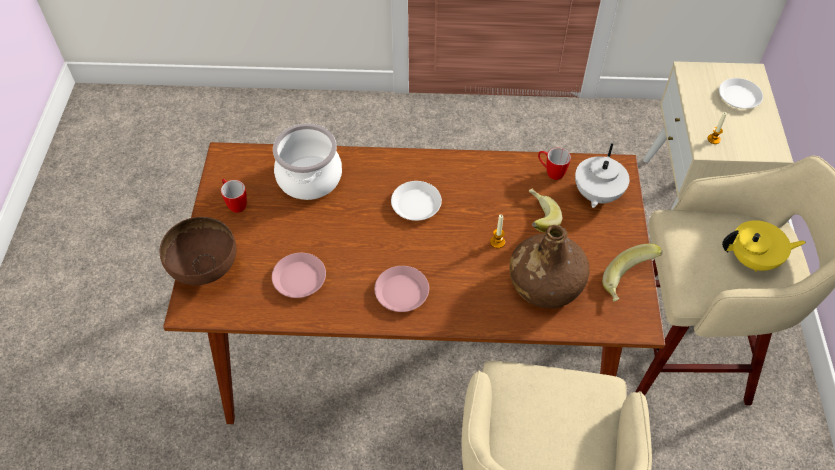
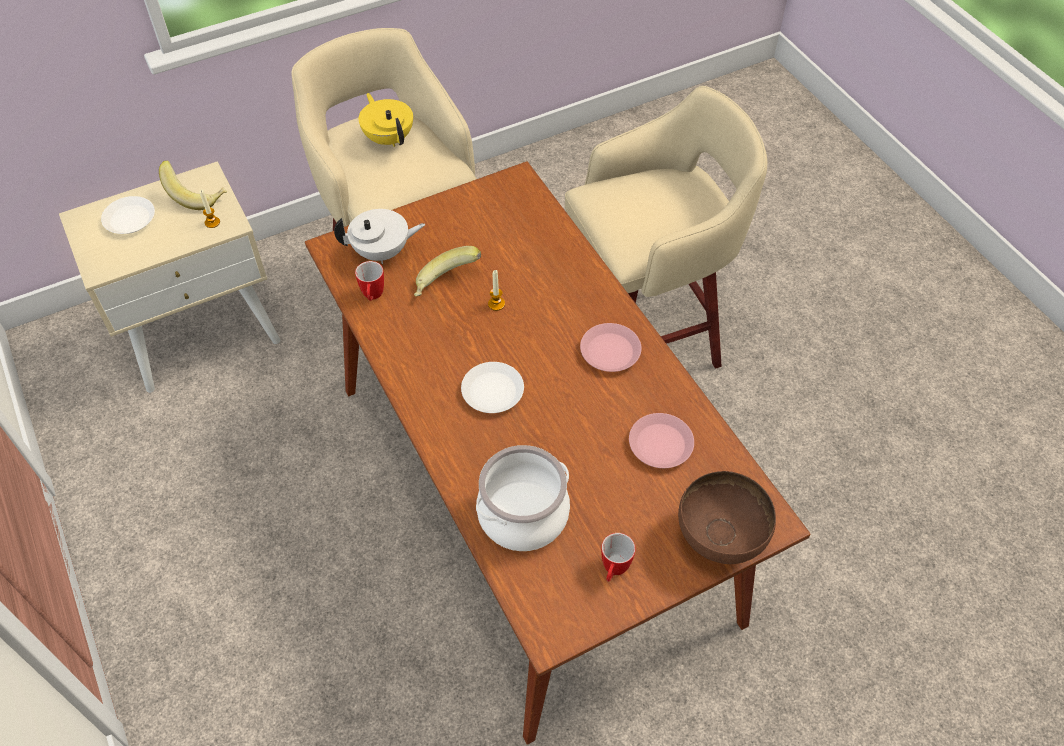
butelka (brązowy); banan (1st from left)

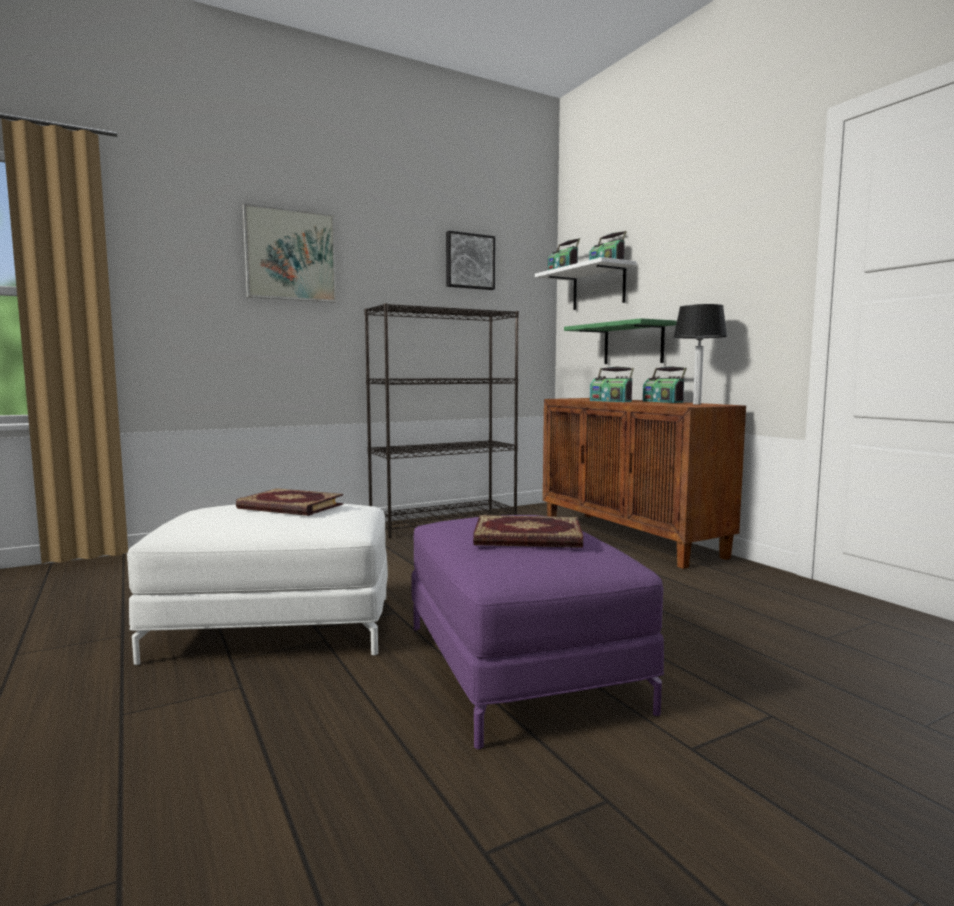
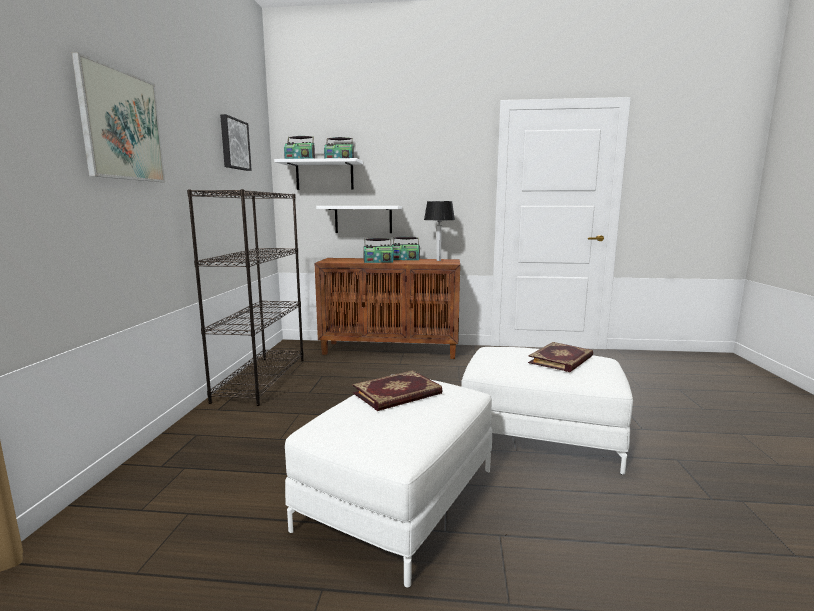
półka (biały) (2nd from left); pufa (biały) (2nd from left)

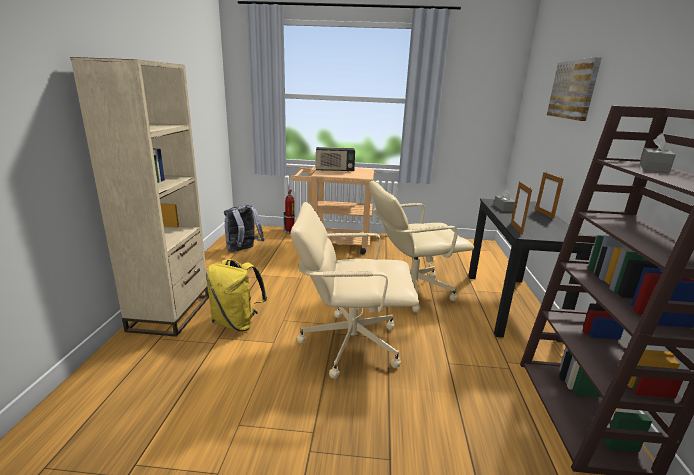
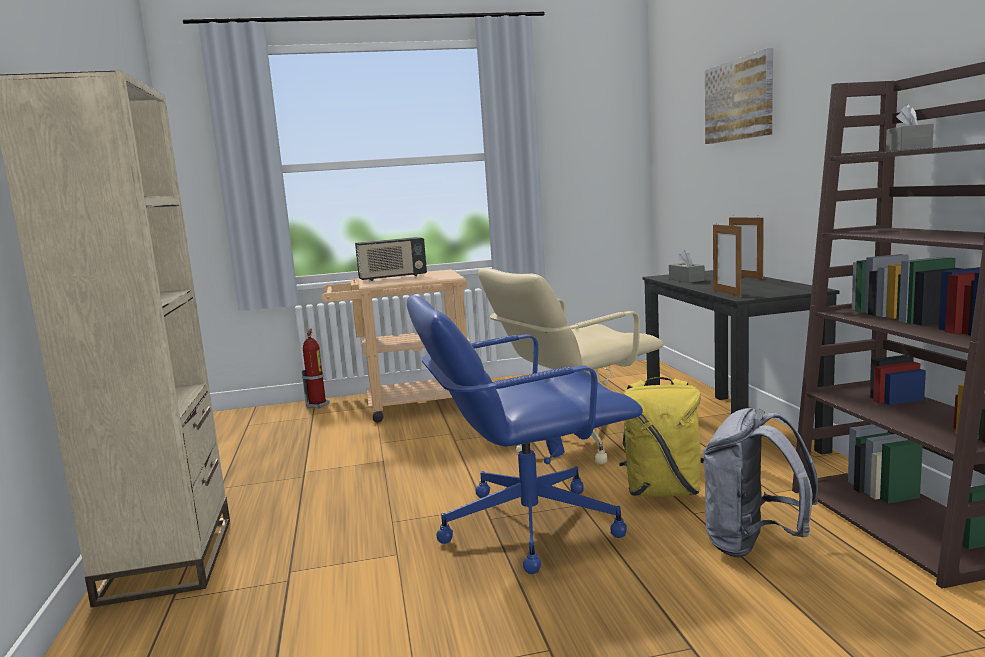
krzesło biurowe (niebieski); plecak (szary); plecak (żółty)

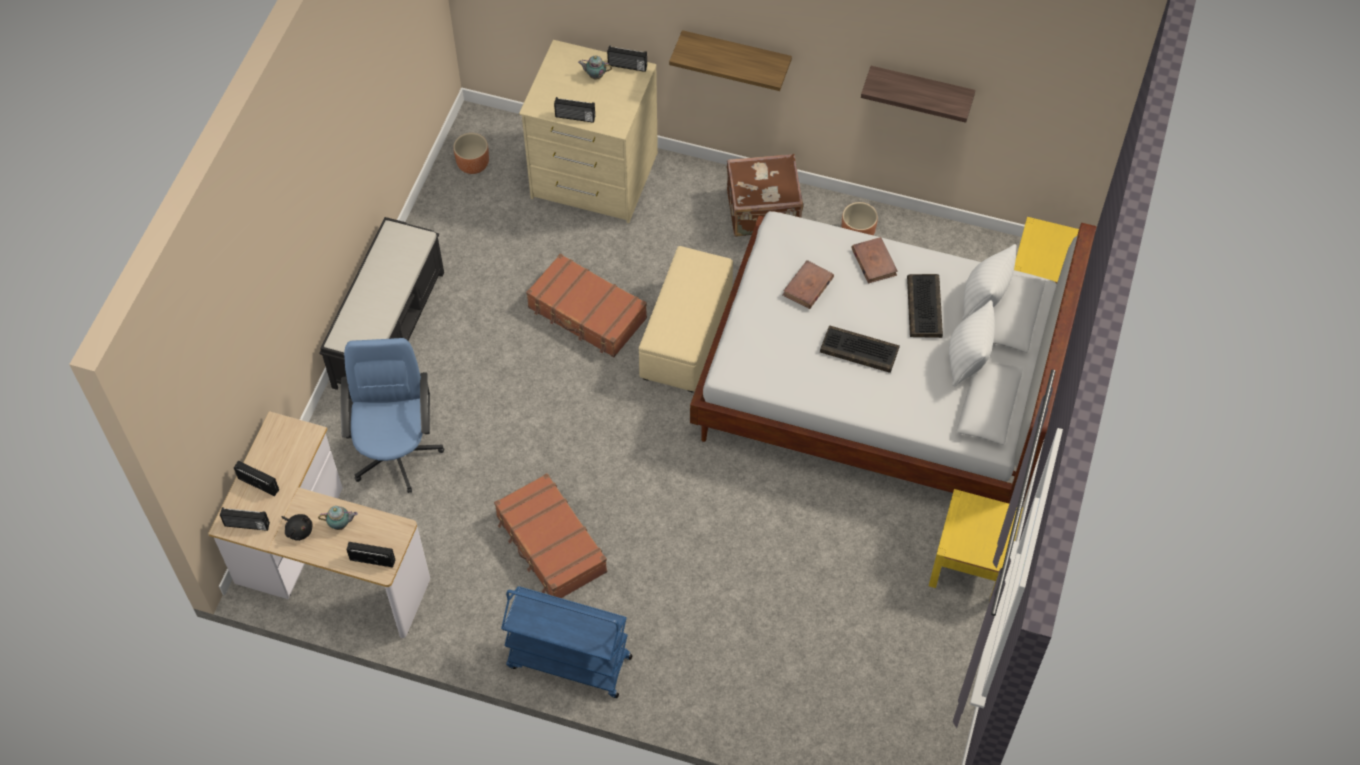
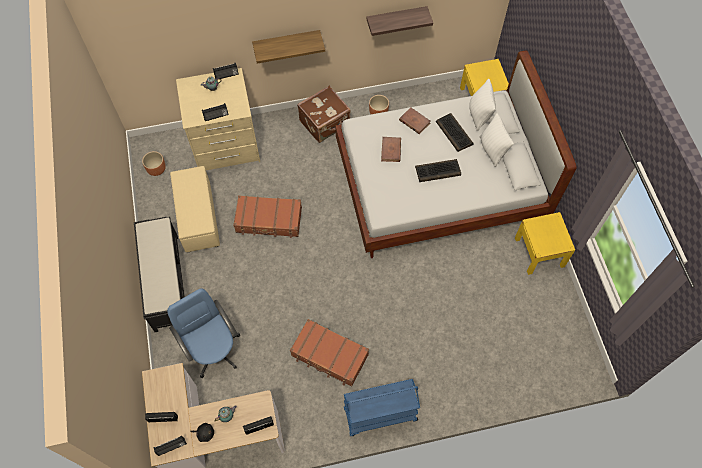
pufa (beżowy)

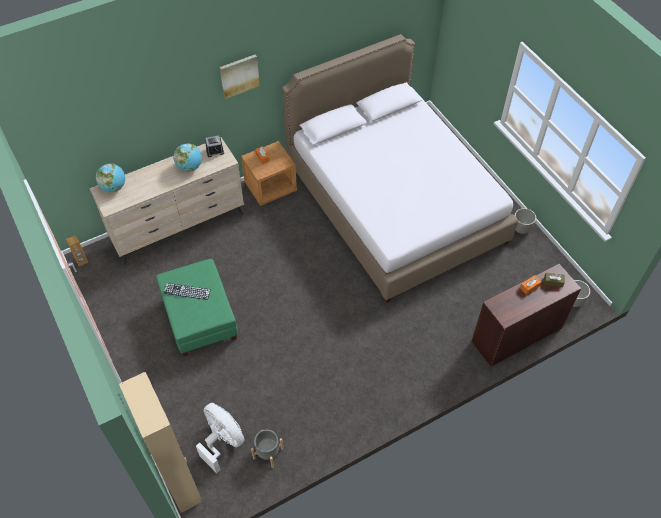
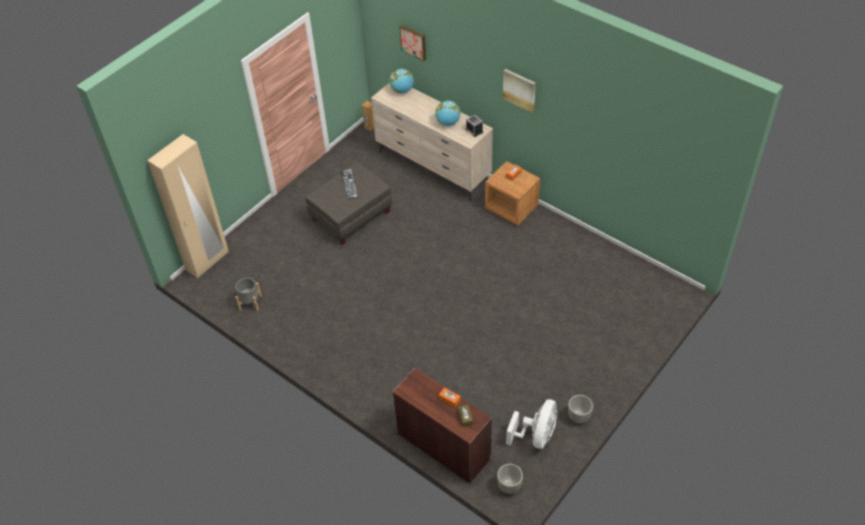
łóżko (biały); pufa (szary); wentylator (biały); obraz (1st from left)

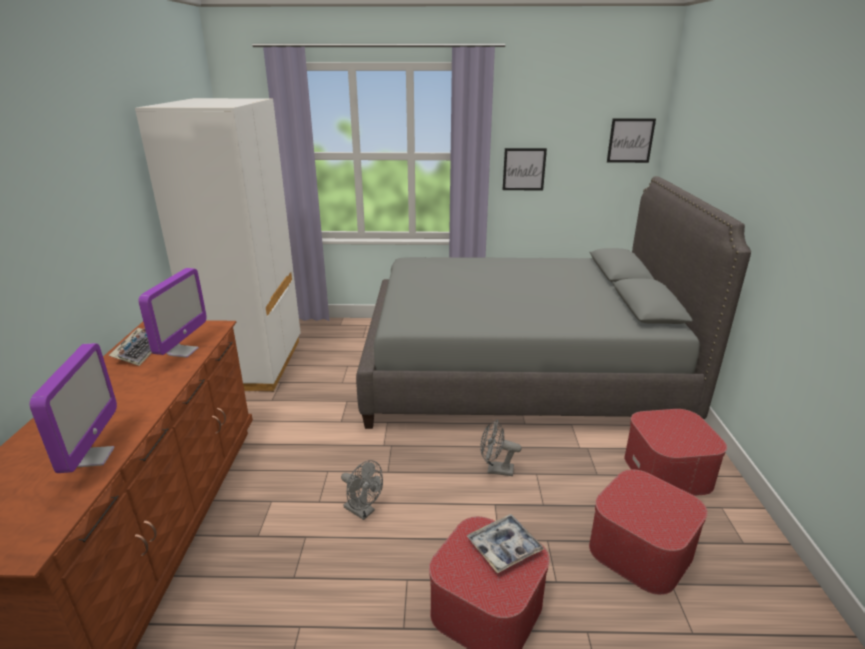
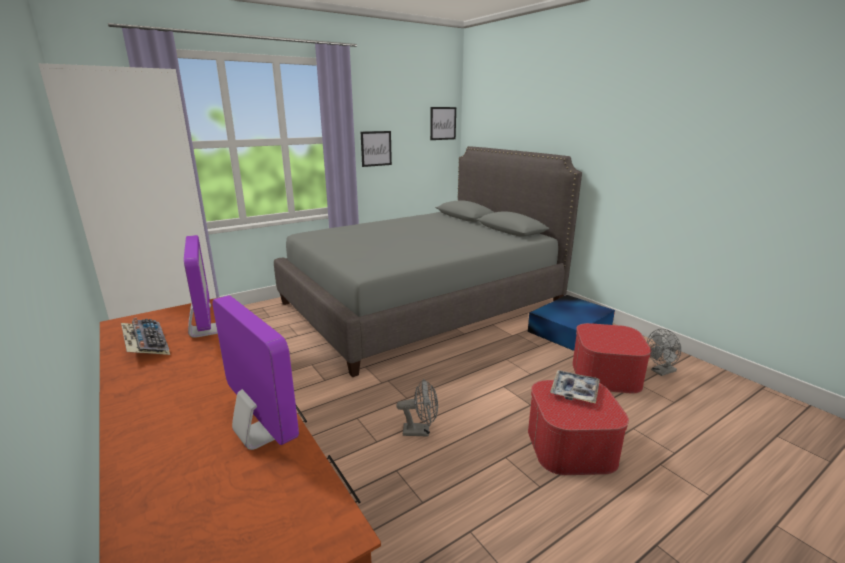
pojemnik do przechowywania (niebieski); wentylator (szary) (2nd from left)

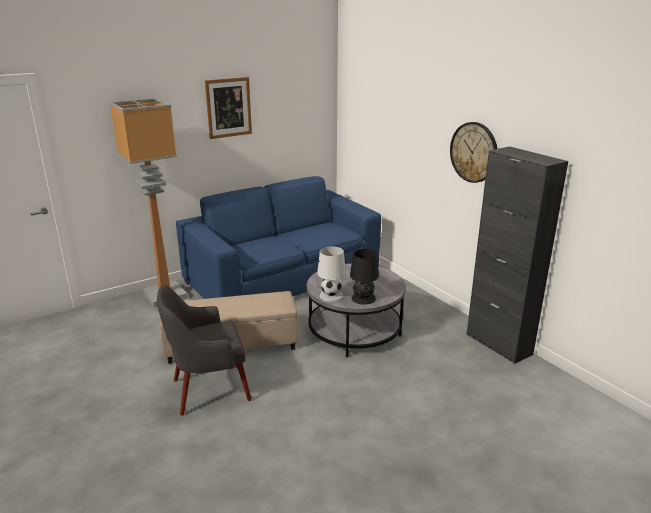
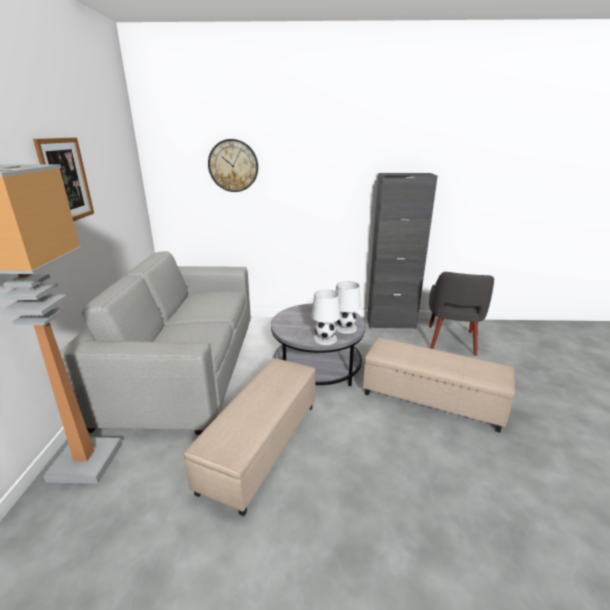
zegar ścienny; kanapa (szary); lampa stołowa (biały) (2nd from left); fotel (szary); pufa (beżowy) (2nd from left)

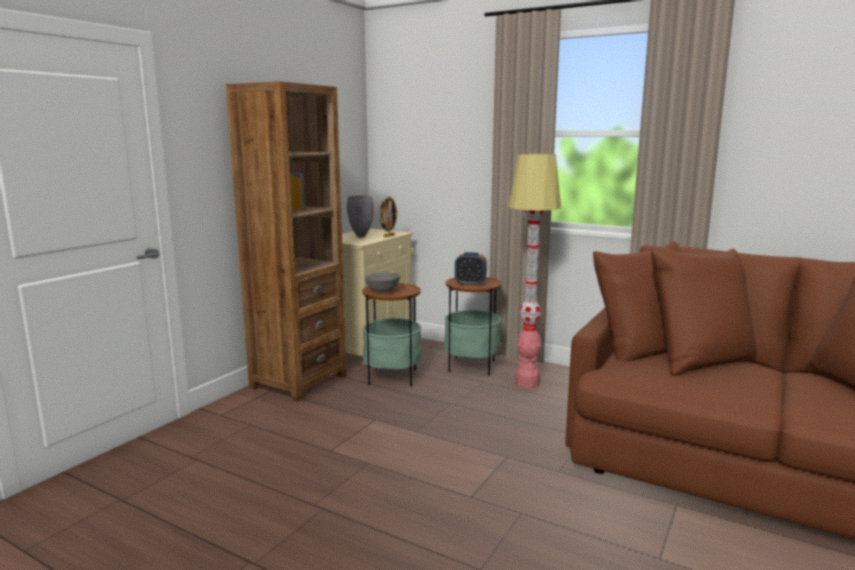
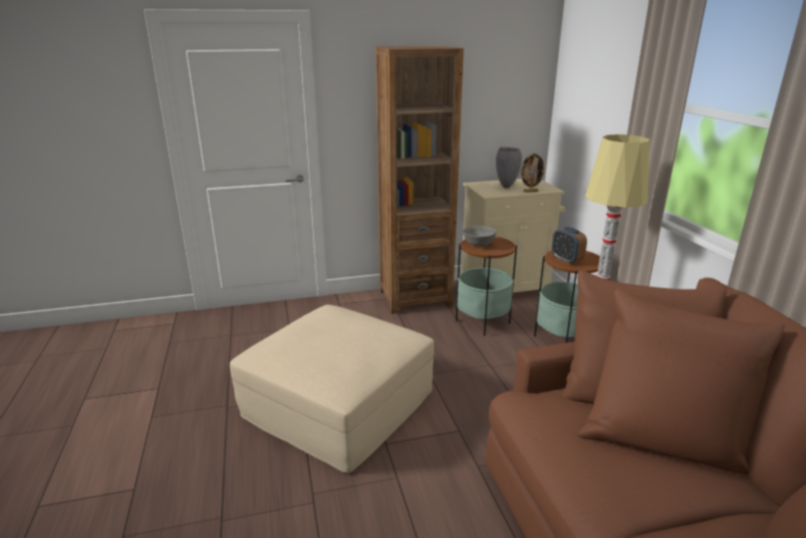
pufa (beżowy)

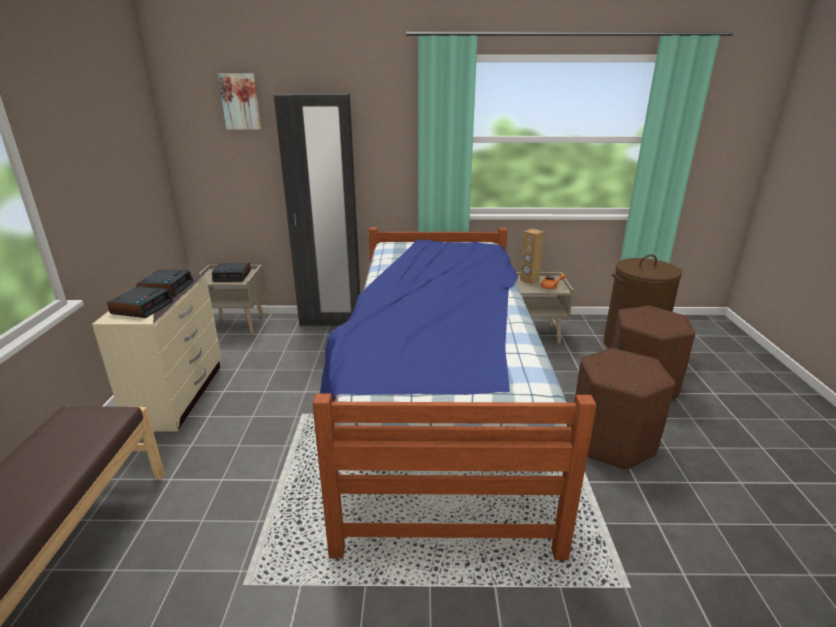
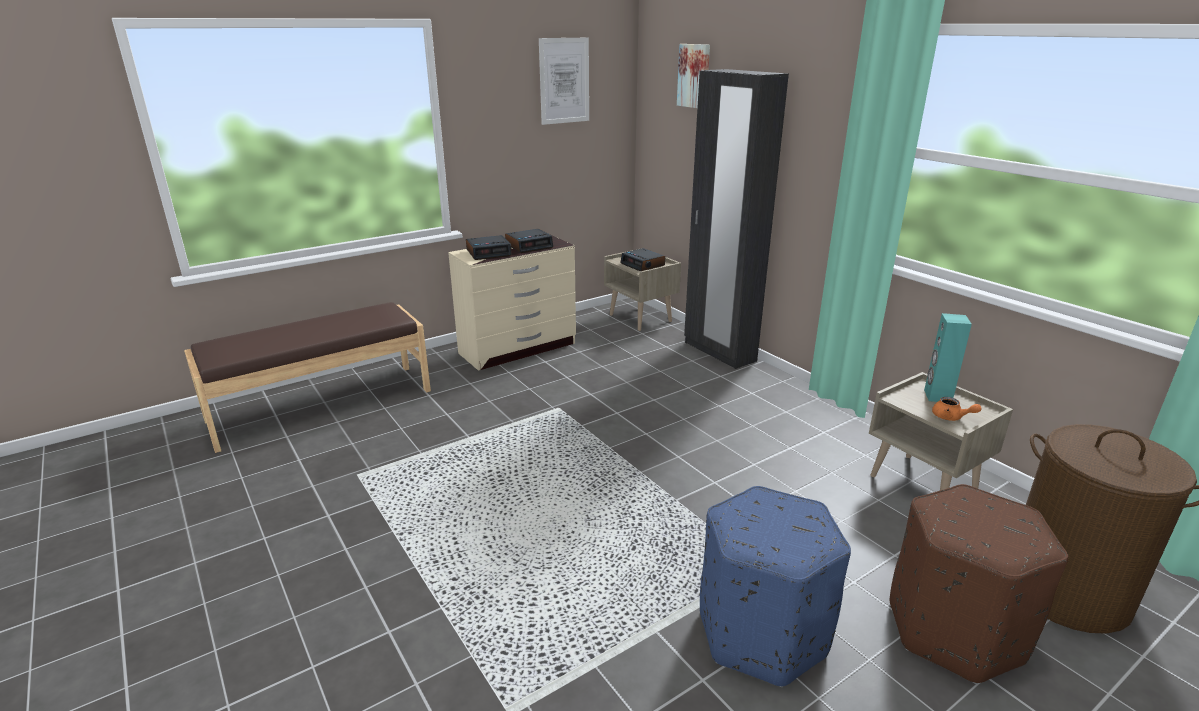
łóżko; głośnik (turkusowy); pufa (niebieski); obraz (1st from left)

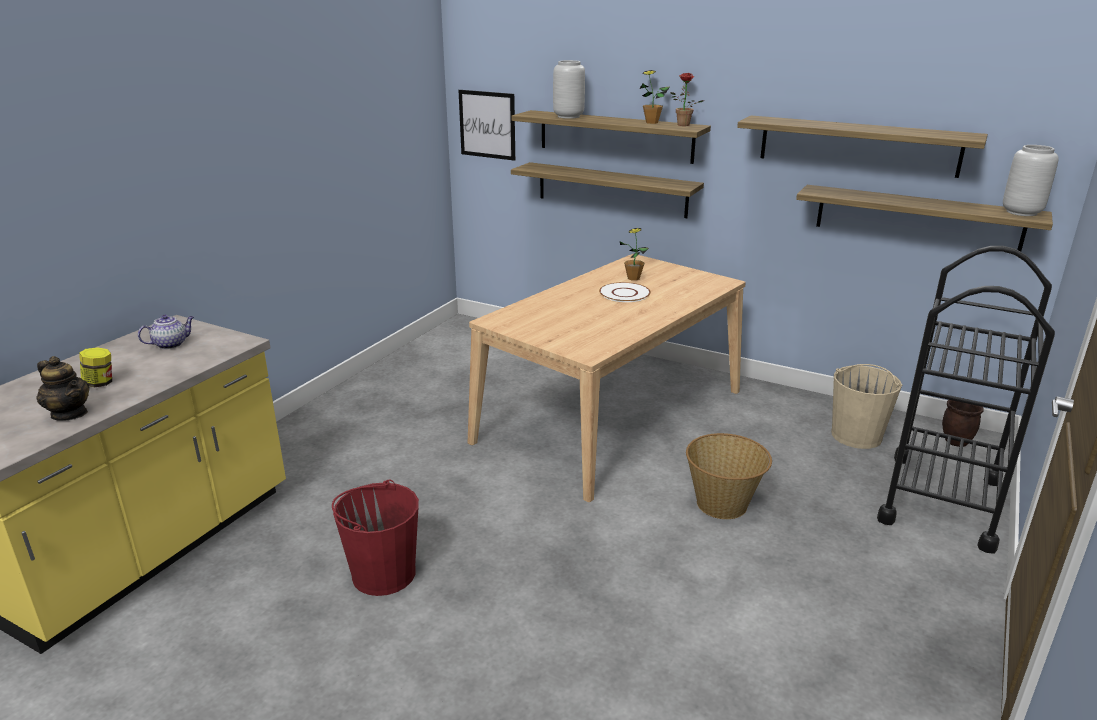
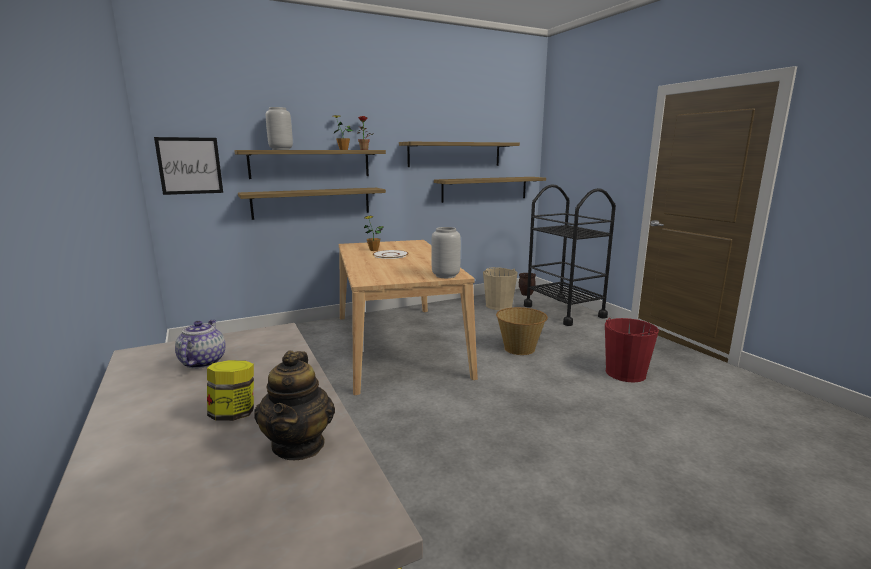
wazon (szary) (2nd from left); imbryk (2nd from left); wiadro (czerwony)

